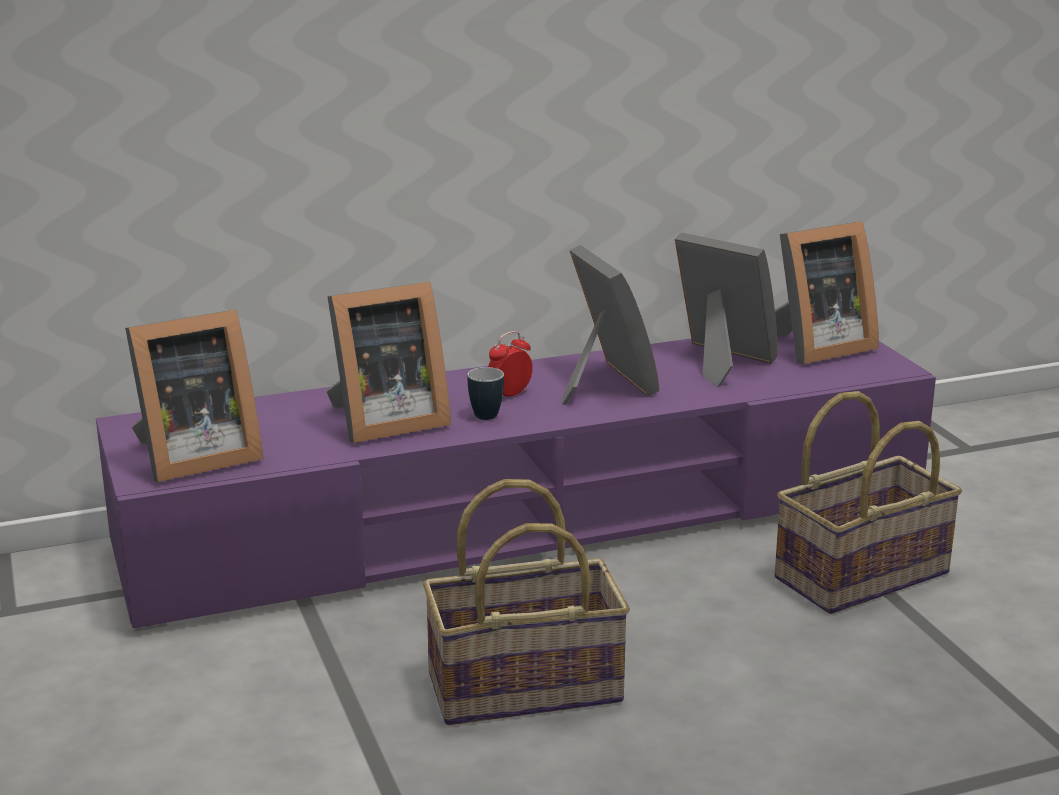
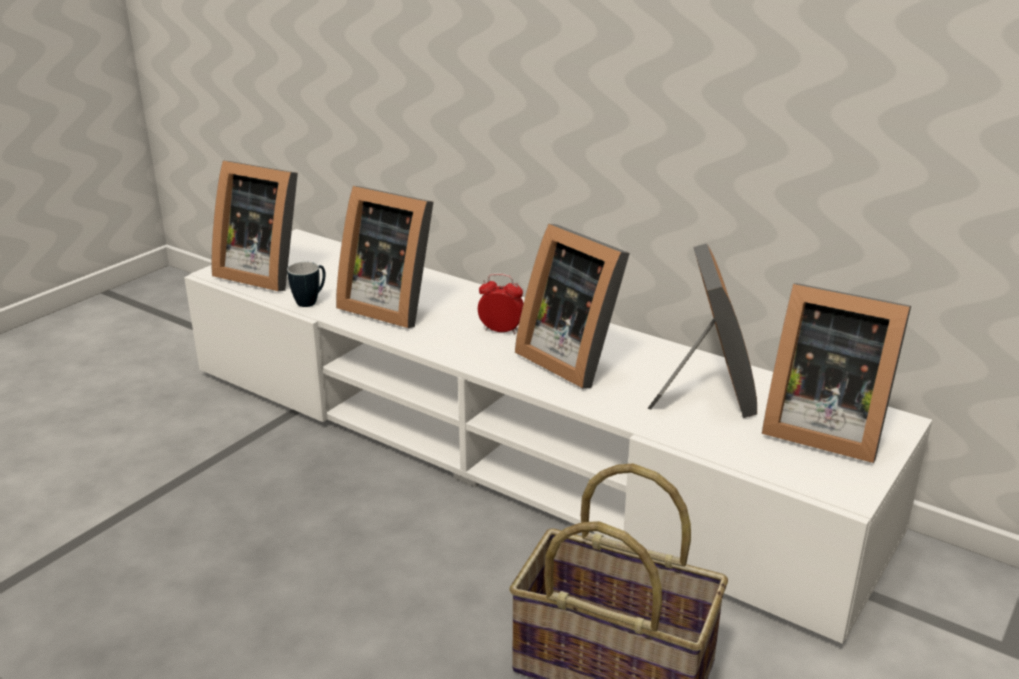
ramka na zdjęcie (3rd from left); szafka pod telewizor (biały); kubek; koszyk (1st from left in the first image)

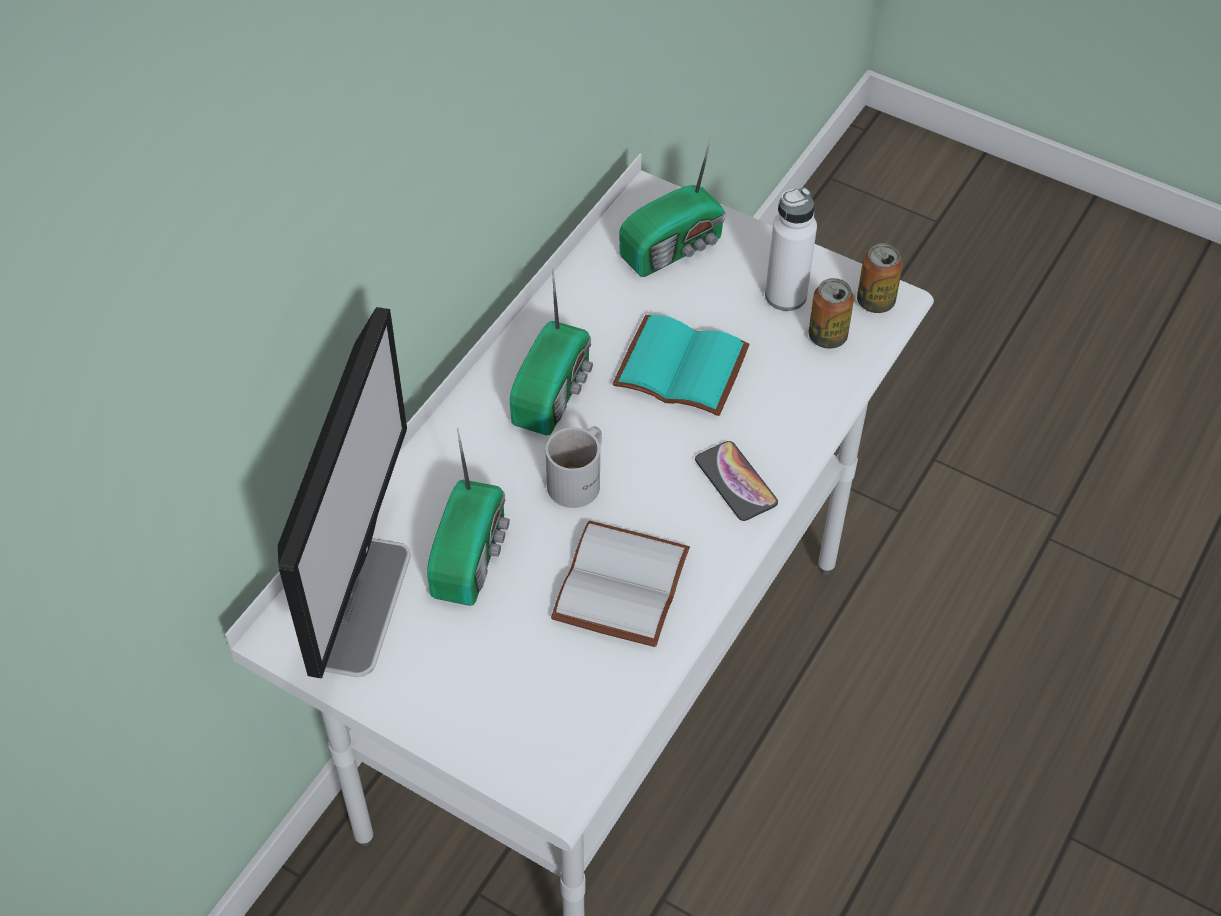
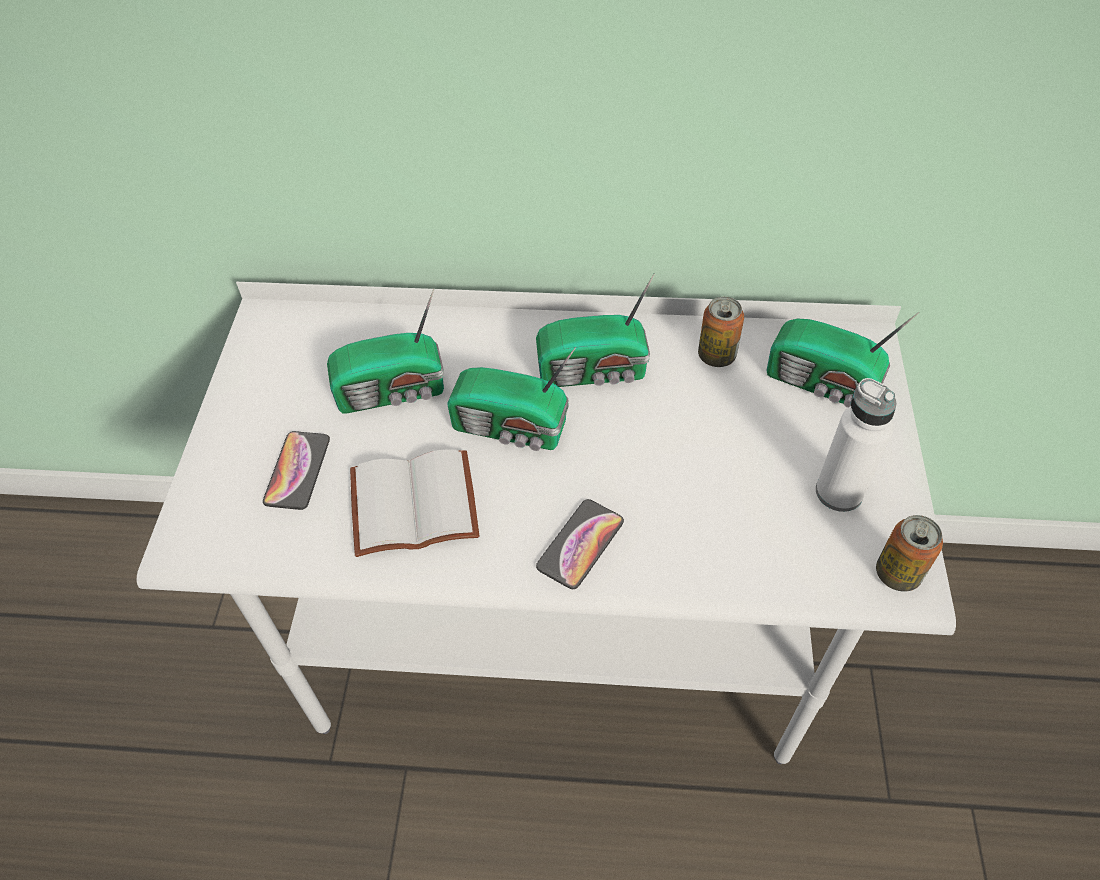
puszka (1st from left); monitor; książka (turkusowy); radio (2nd from left); telefon (1st from left)

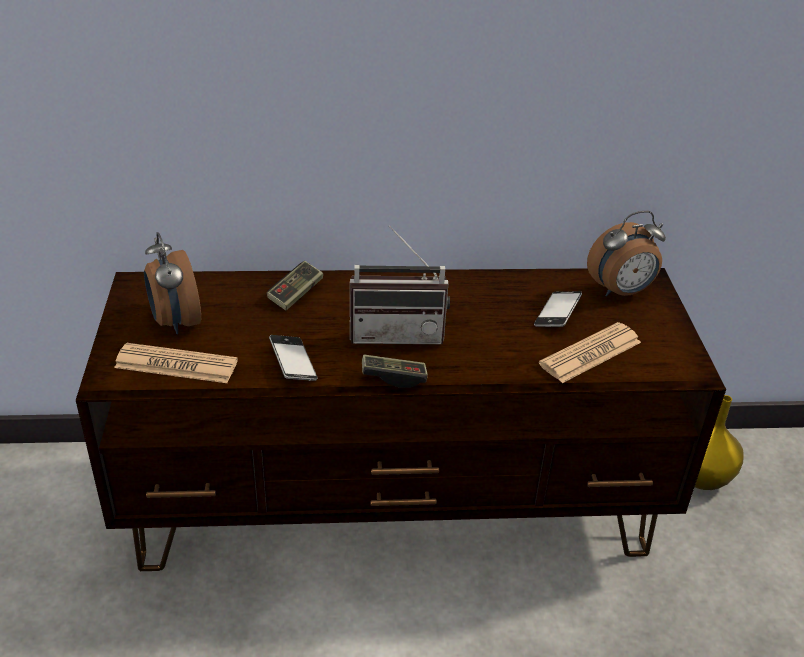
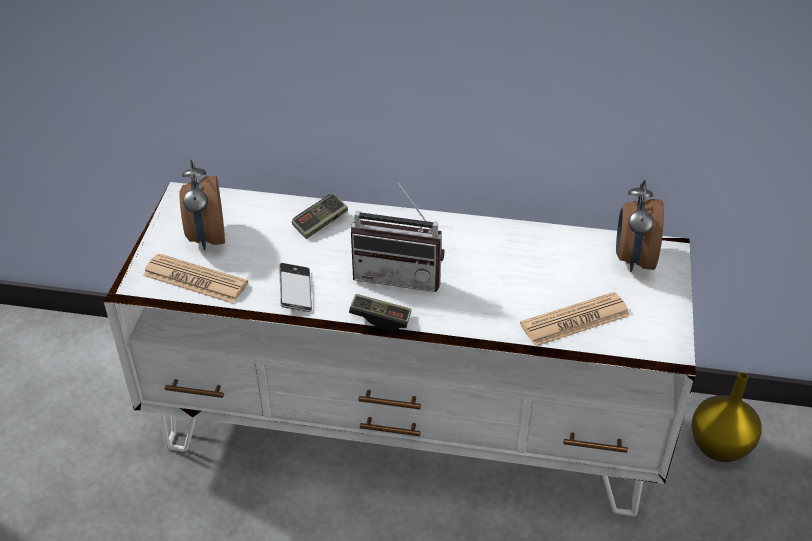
budzik (2nd from left); szafka pod telewizor (biały); telefon (2nd from left in the first image)

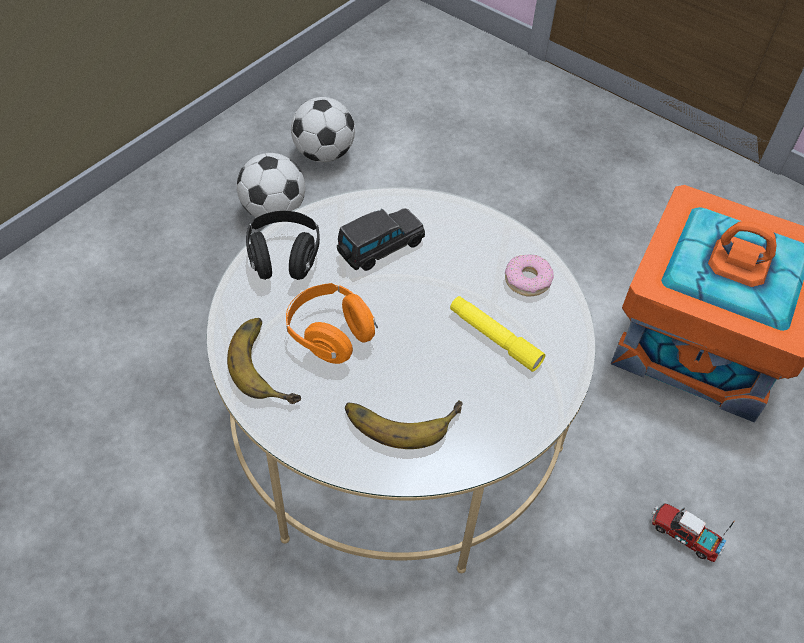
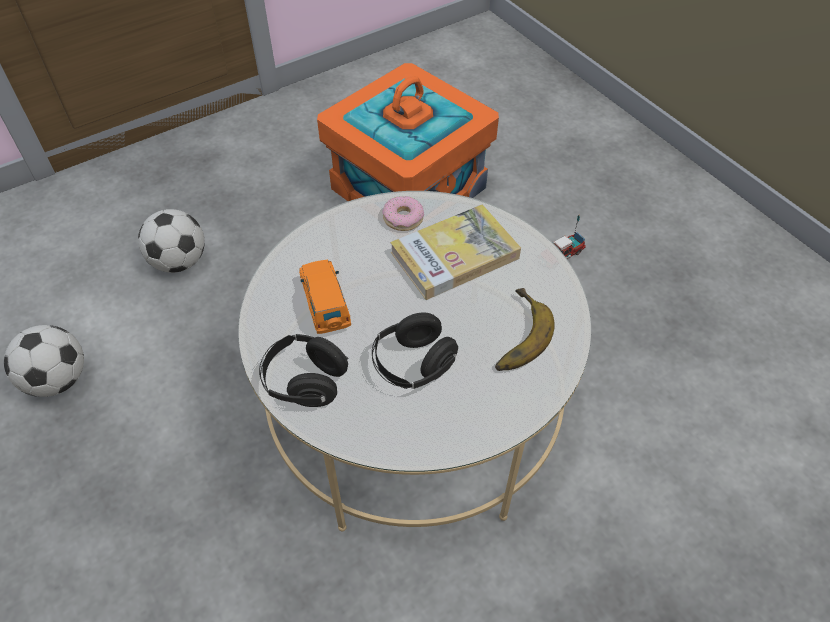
piłka futbolowa (2nd from left); samochodzik (pomarańczowy); słuchawki (czarny) (2nd from left); książka; banan (1st from left in the first image)

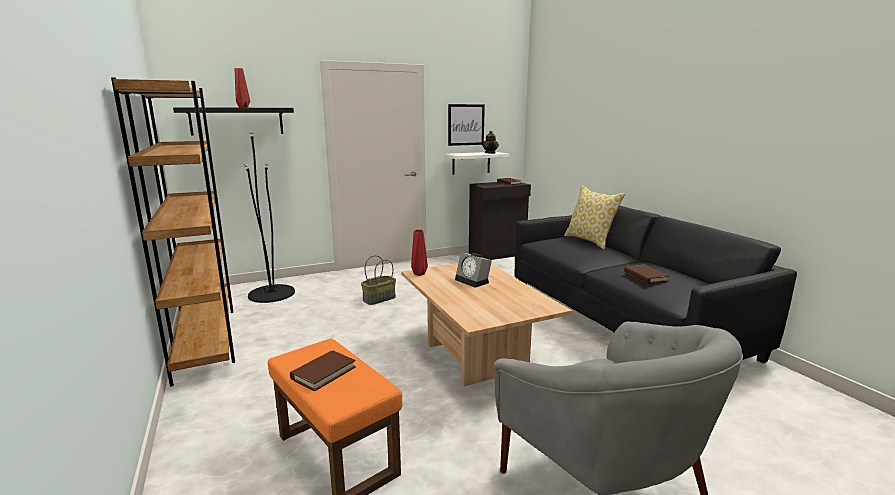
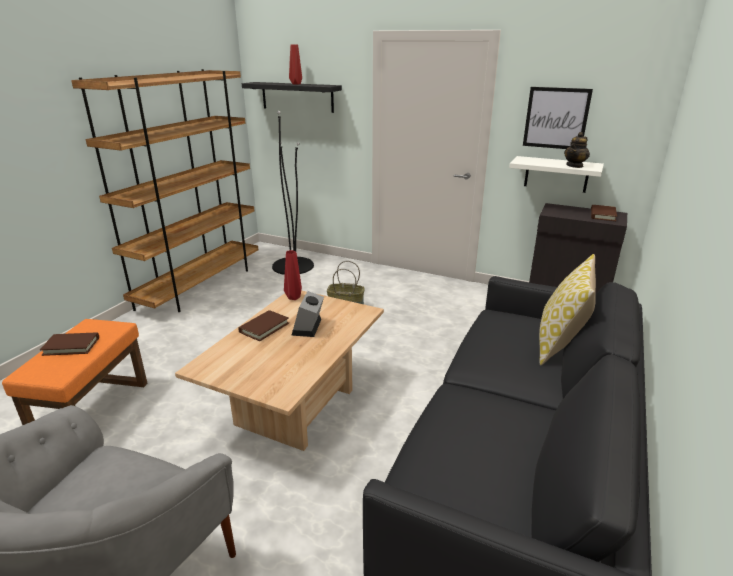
książka (brązowy) (2nd from left)

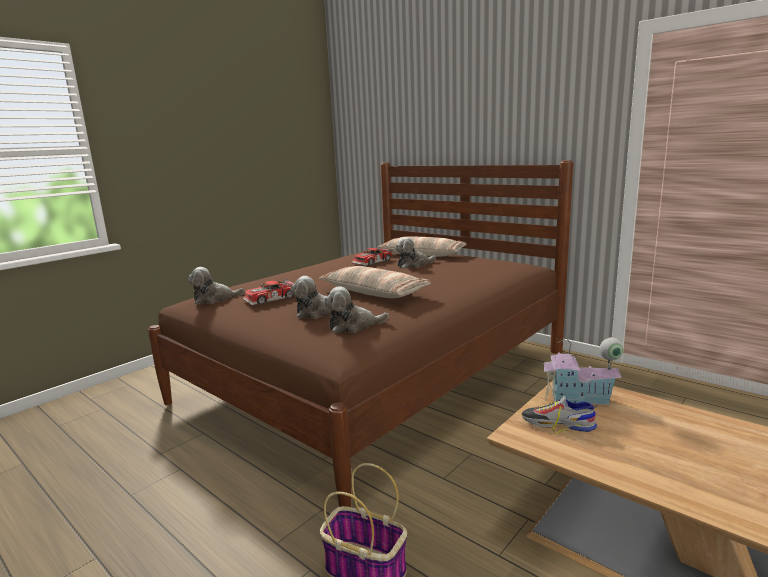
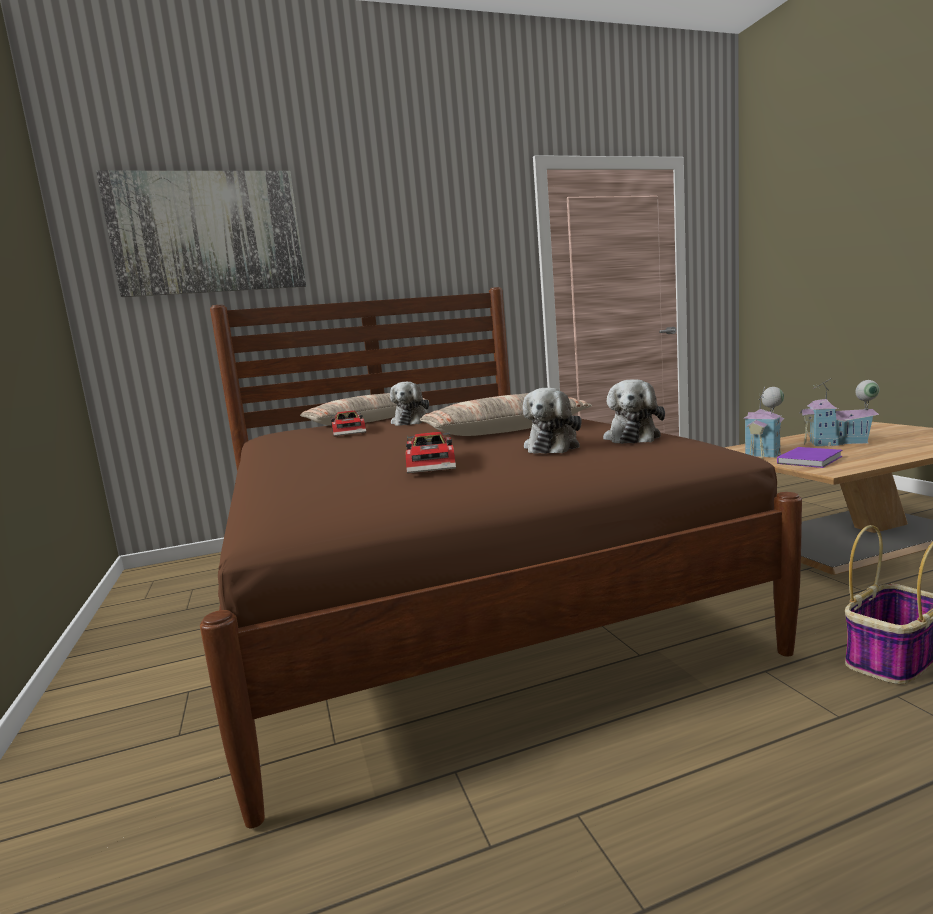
pluszak (1st from left in the first image); książka (fioletowy); obraz; domek (2nd from left)

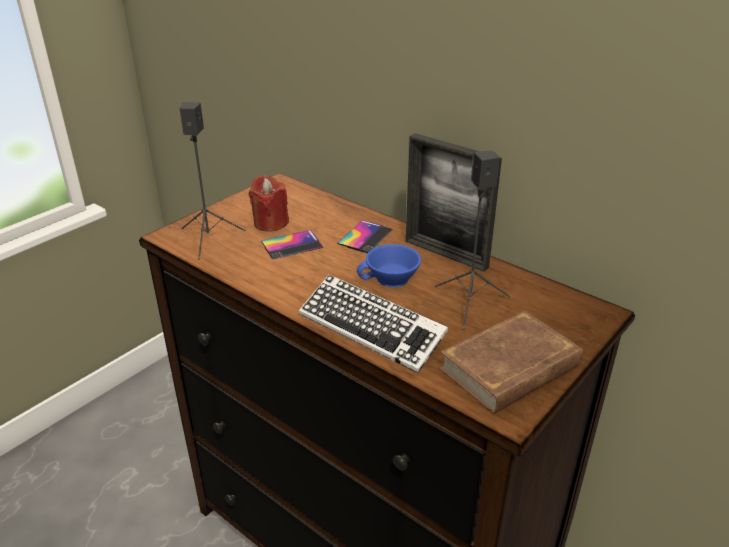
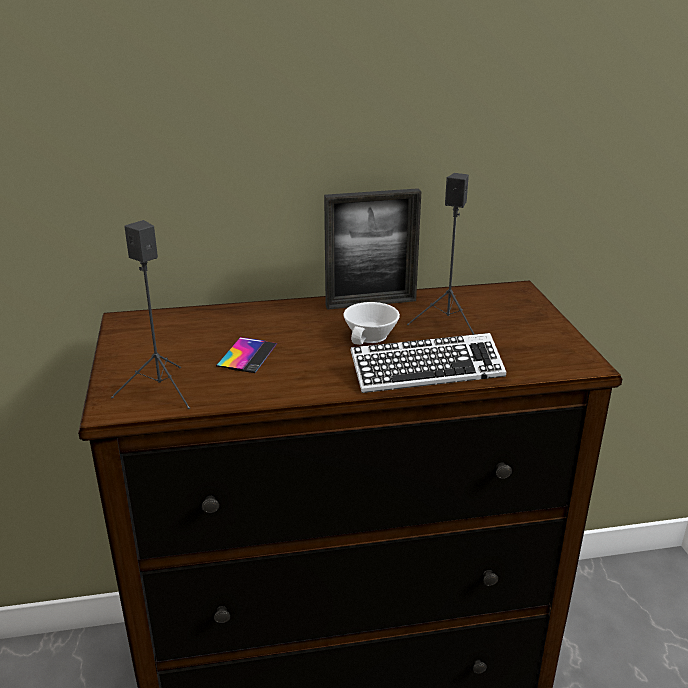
świeca (czerwony); telefon (2nd from left in the first image); filiżanka (biały); książka (brązowy)

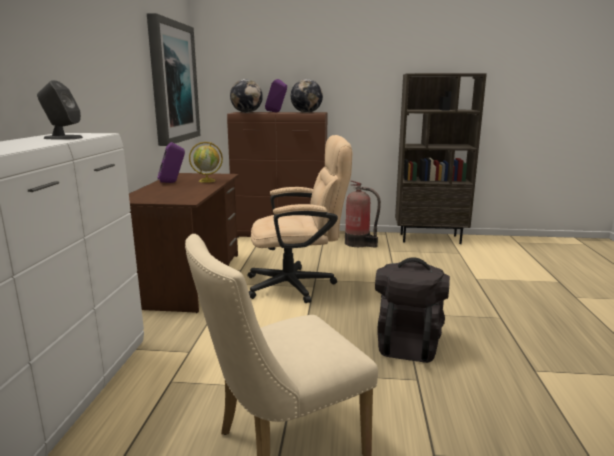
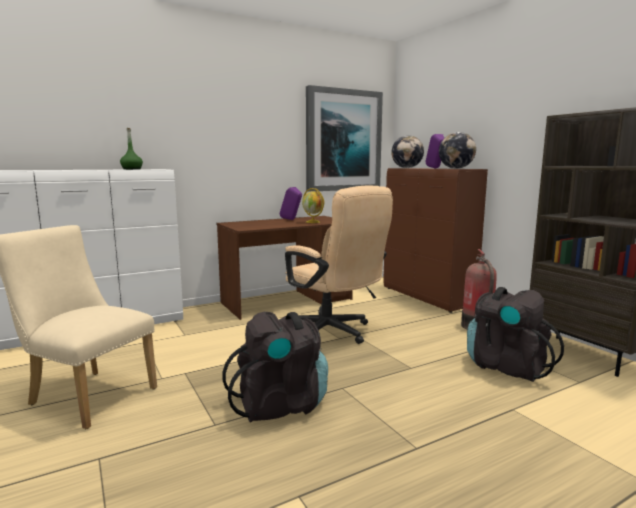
butelka (zielony); plecak (czarny) (2nd from left)

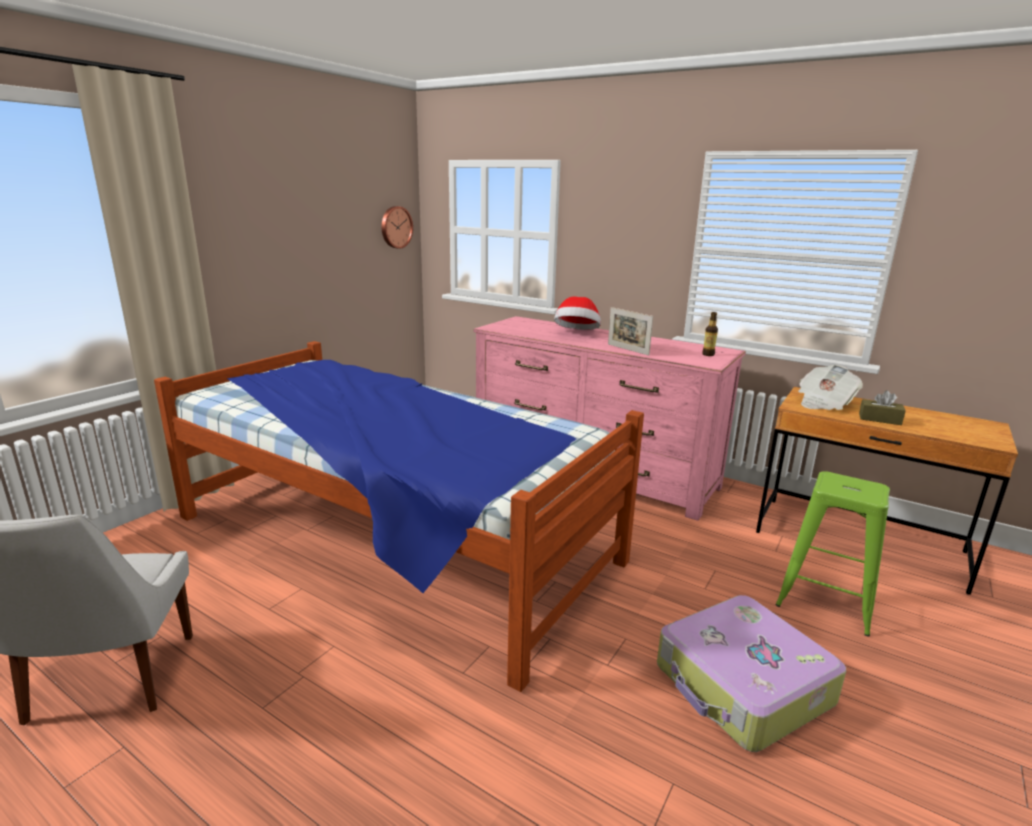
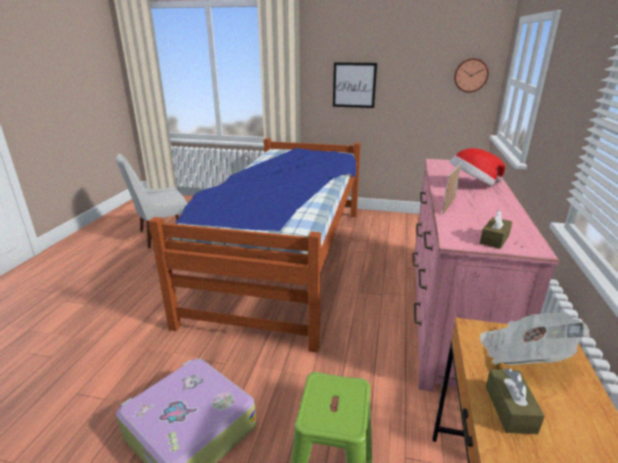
pudełko chusteczek (brązowy) (1st from left); obraz

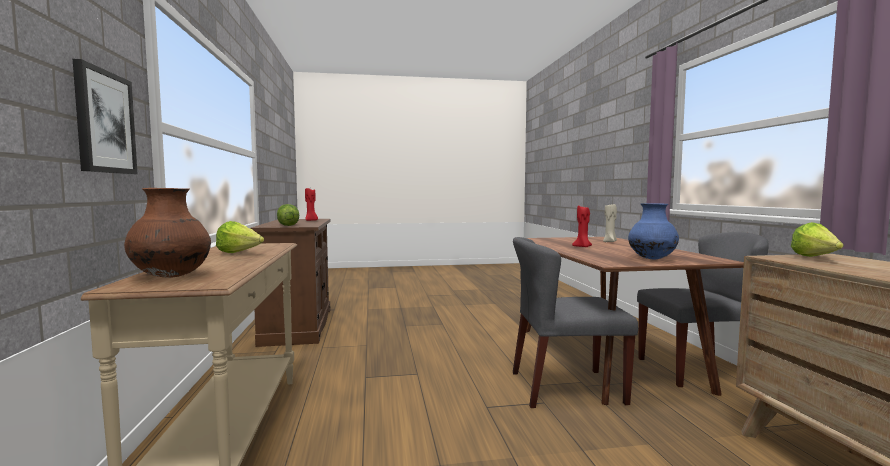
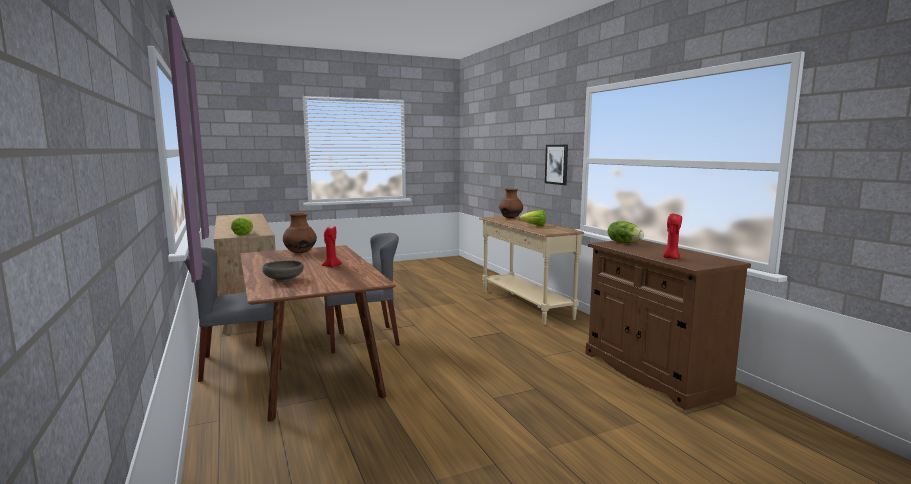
wazon (brązowy) (1st from left); miska (szary)

